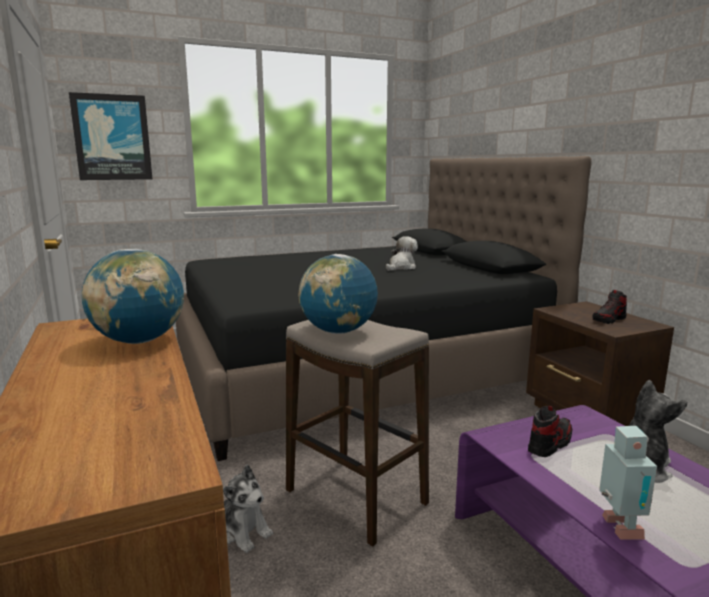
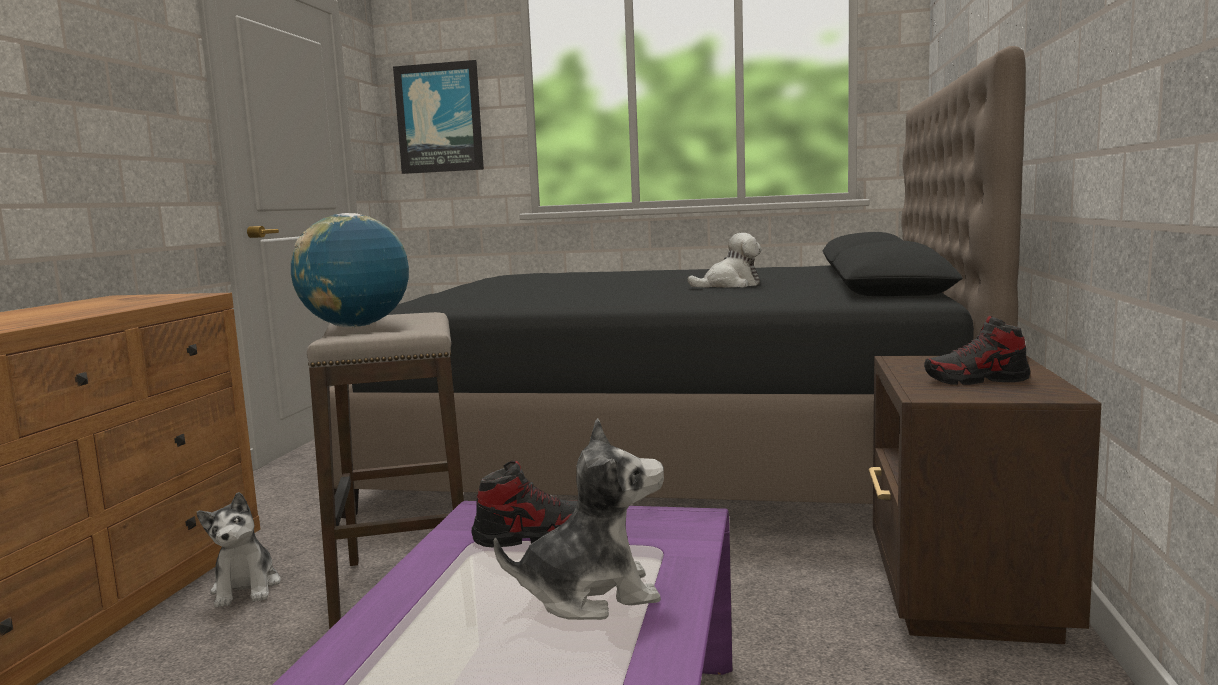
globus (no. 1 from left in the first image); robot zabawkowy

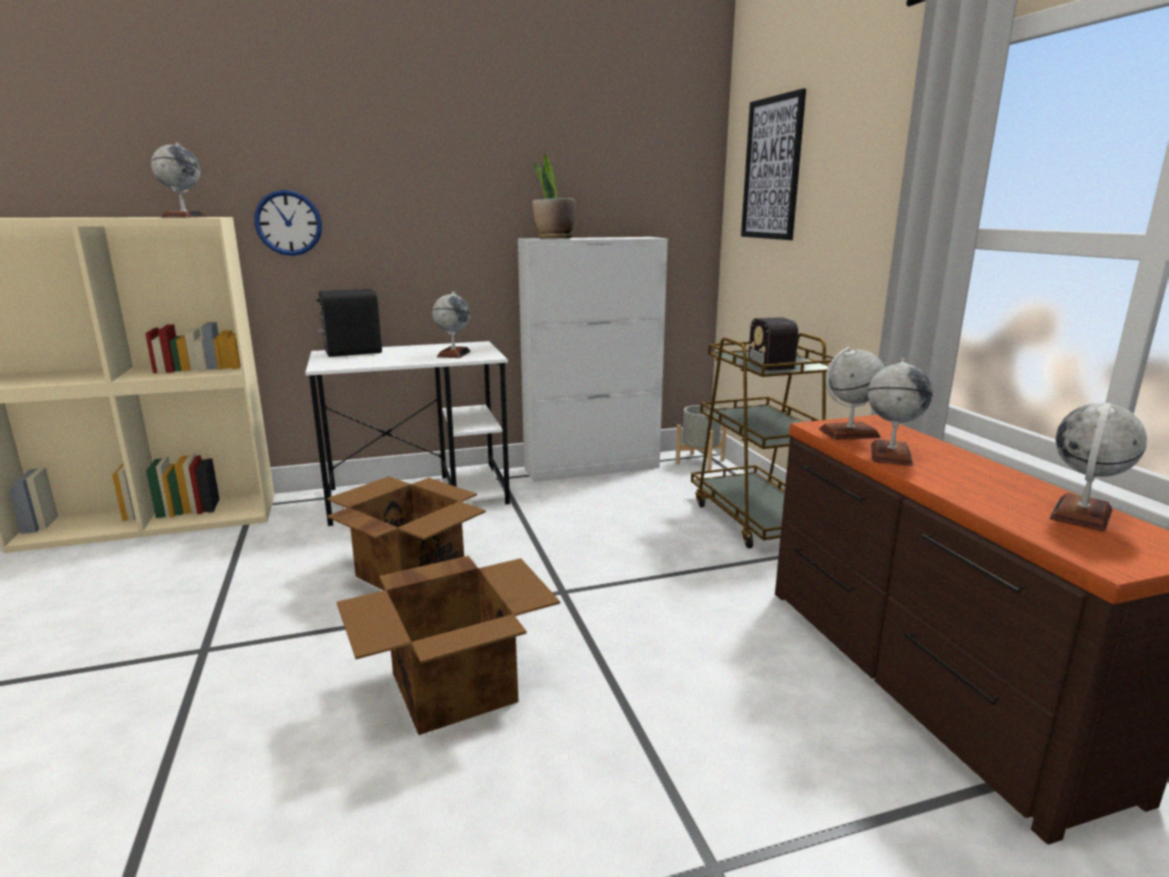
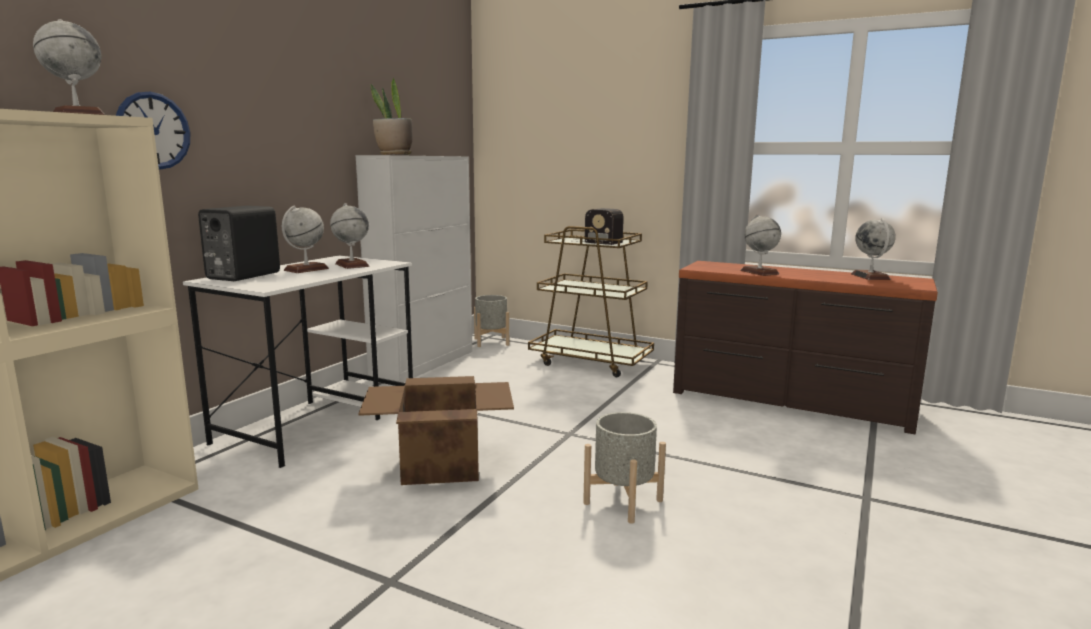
obraz; globus (no. 2 from left); donica/szary (no. 2 from left)

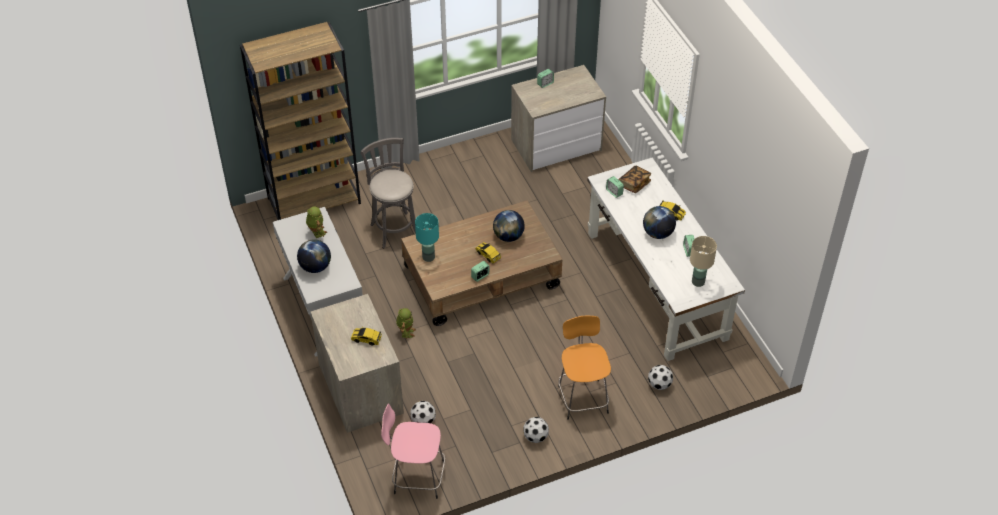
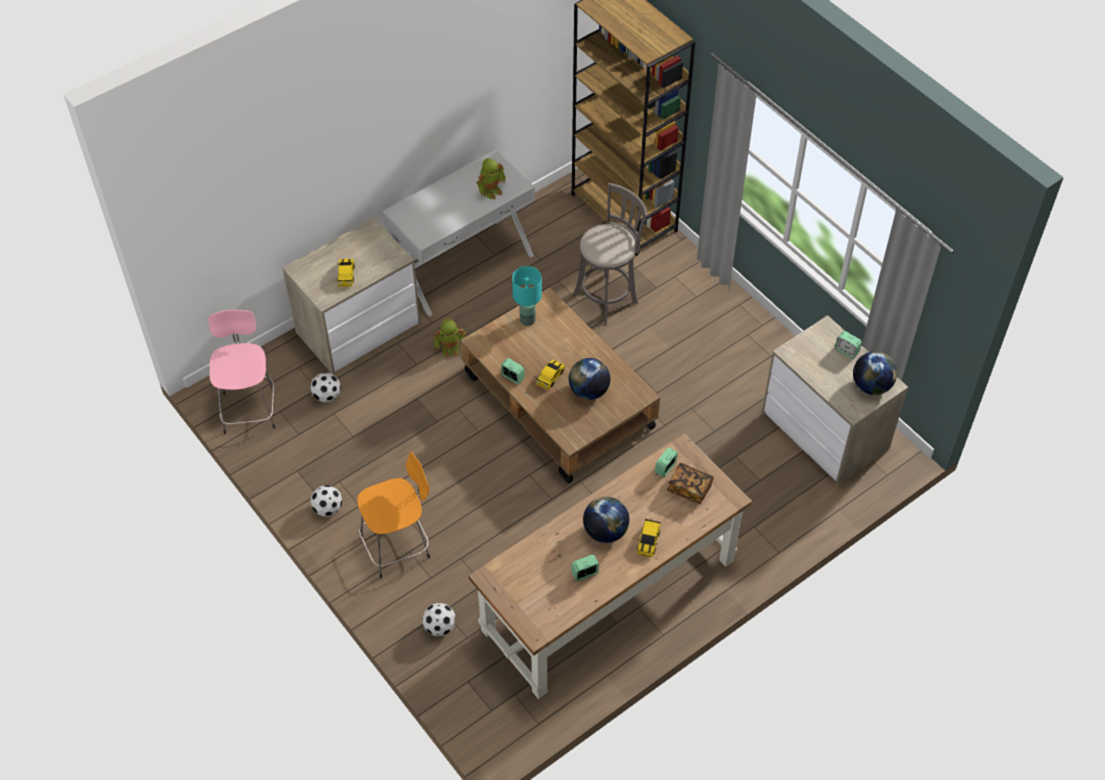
biurko/brązowy; lampa stołowa/beżowy; globus (no. 3 from left)

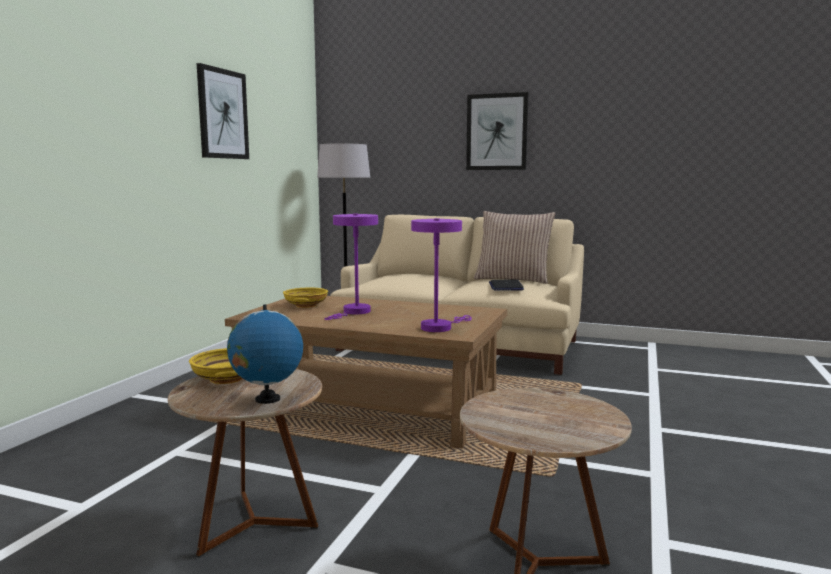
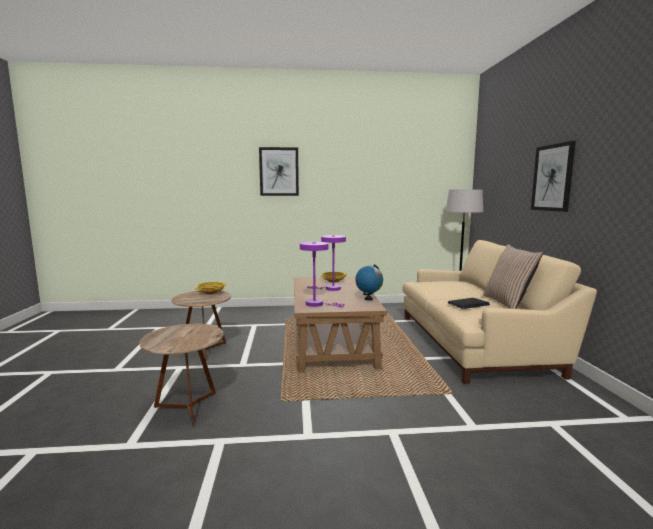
obraz (no. 1 from left); globus

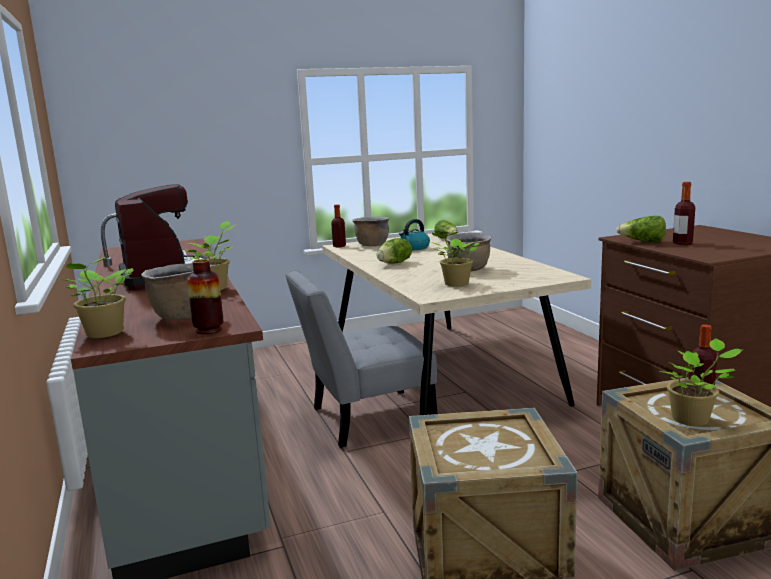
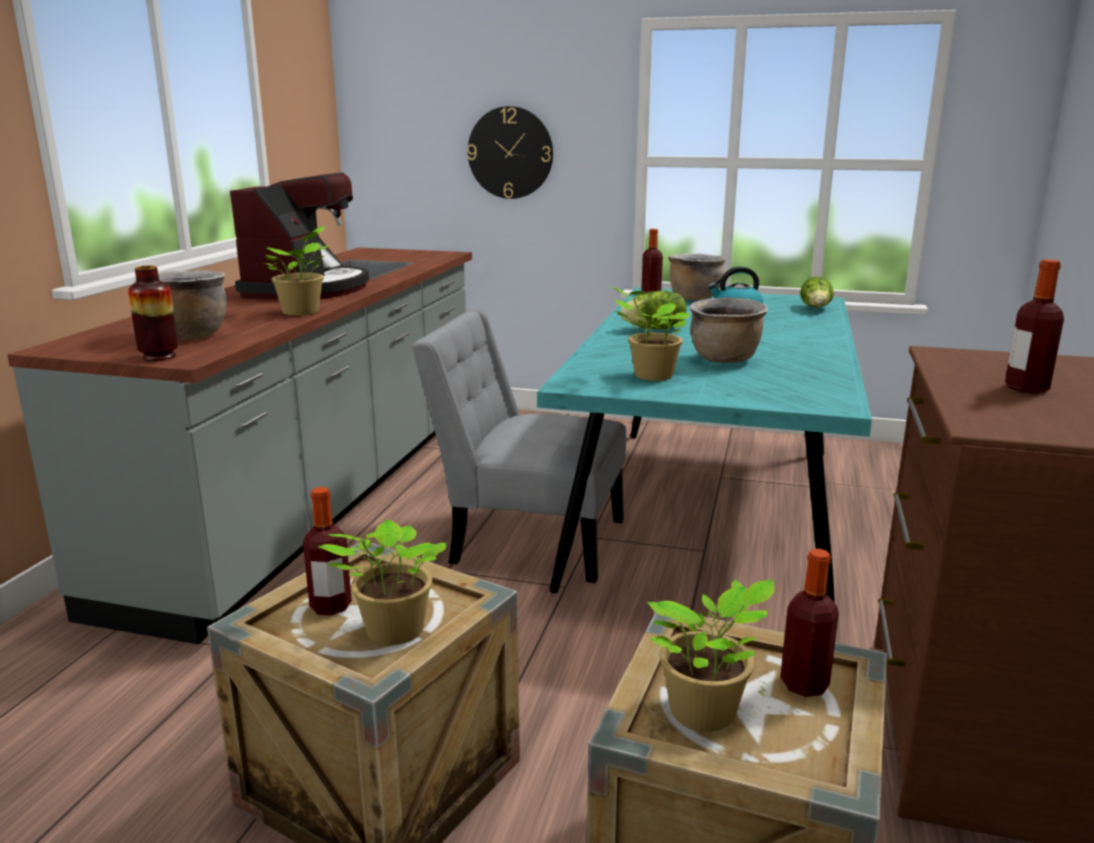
sałata (no. 3 from left in the first image); stół jadalny/turkusowy; roślina doniczkowa (no. 2 from left); zegar ścienny; butelka (no. 1 from left)

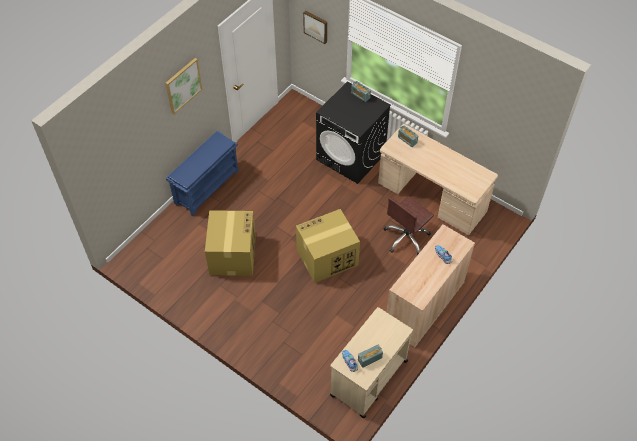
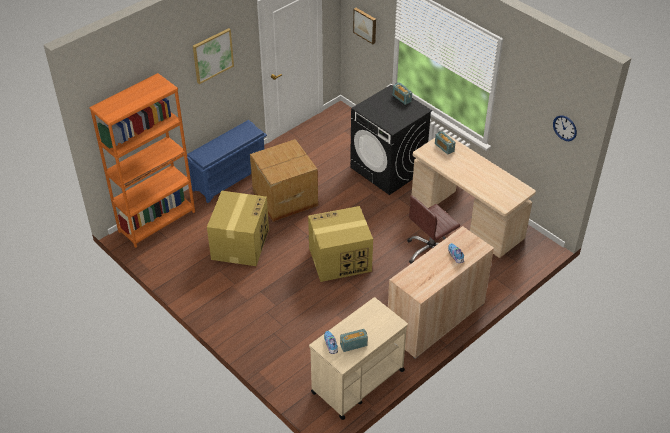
regał/pomarańczowy; zegar ścienny; karton (no. 2 from left)

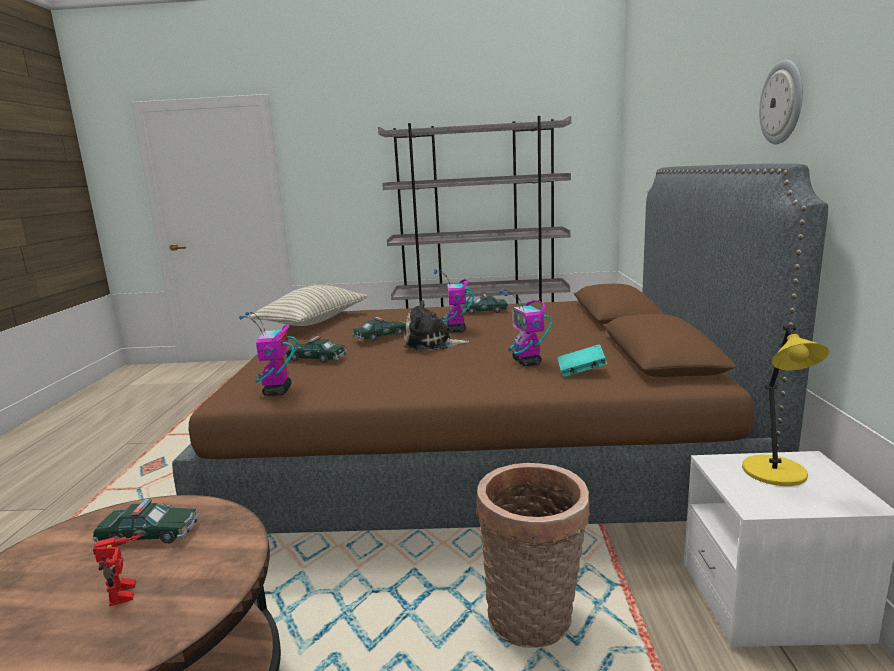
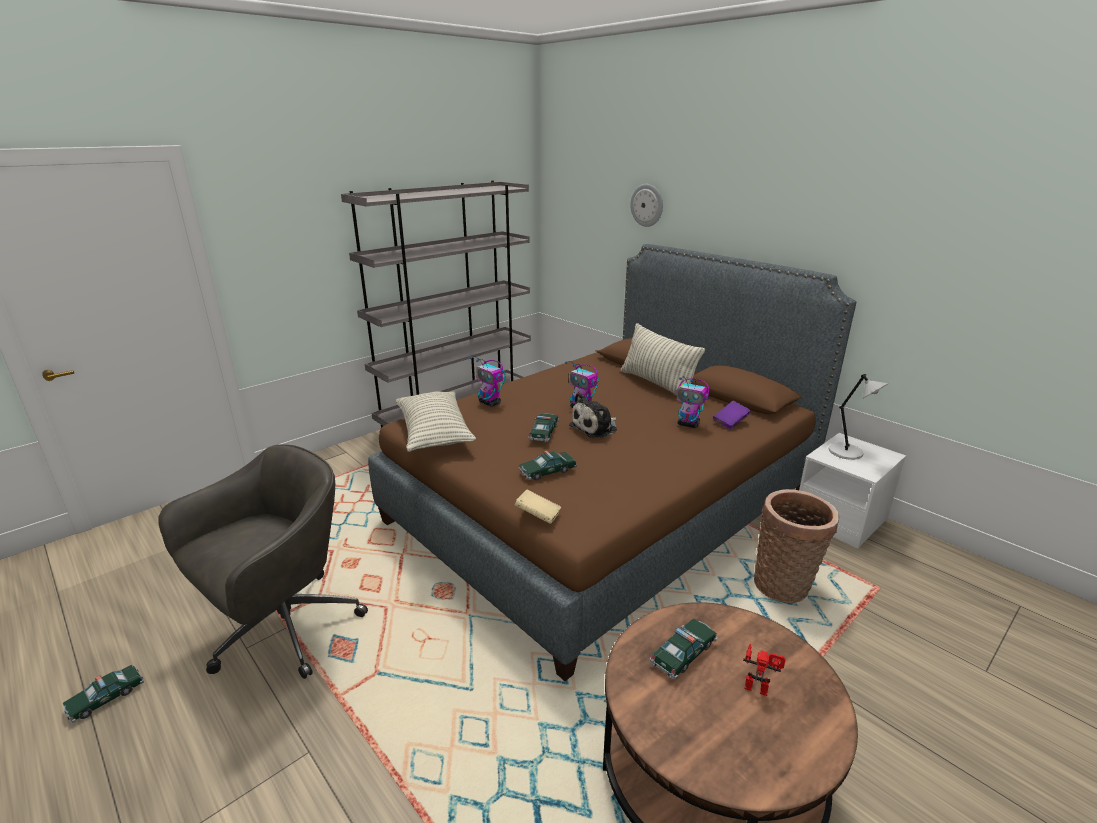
zegar ścienny; samochodzik (no. 1 from left); robot zabawkowy (no. 1 from left); lampa stołowa/szary; książka/fioletowy; poduszka (no. 2 from left); krzesło biurowe/szary; książka/beżowy

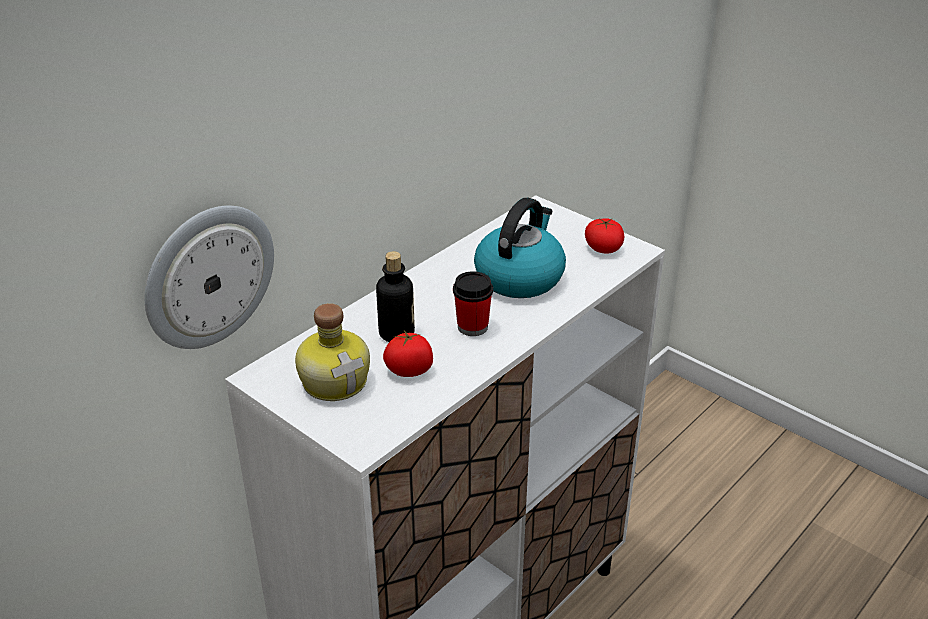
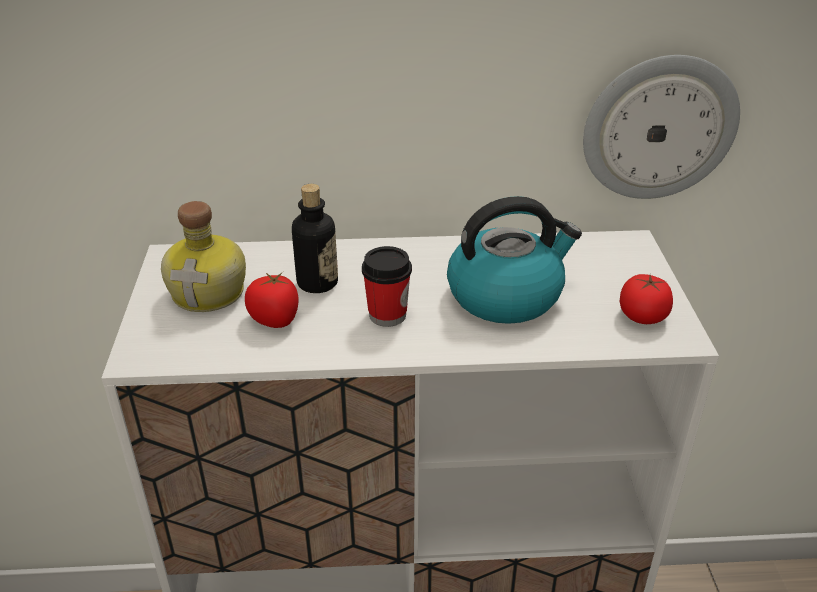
zegar ścienny

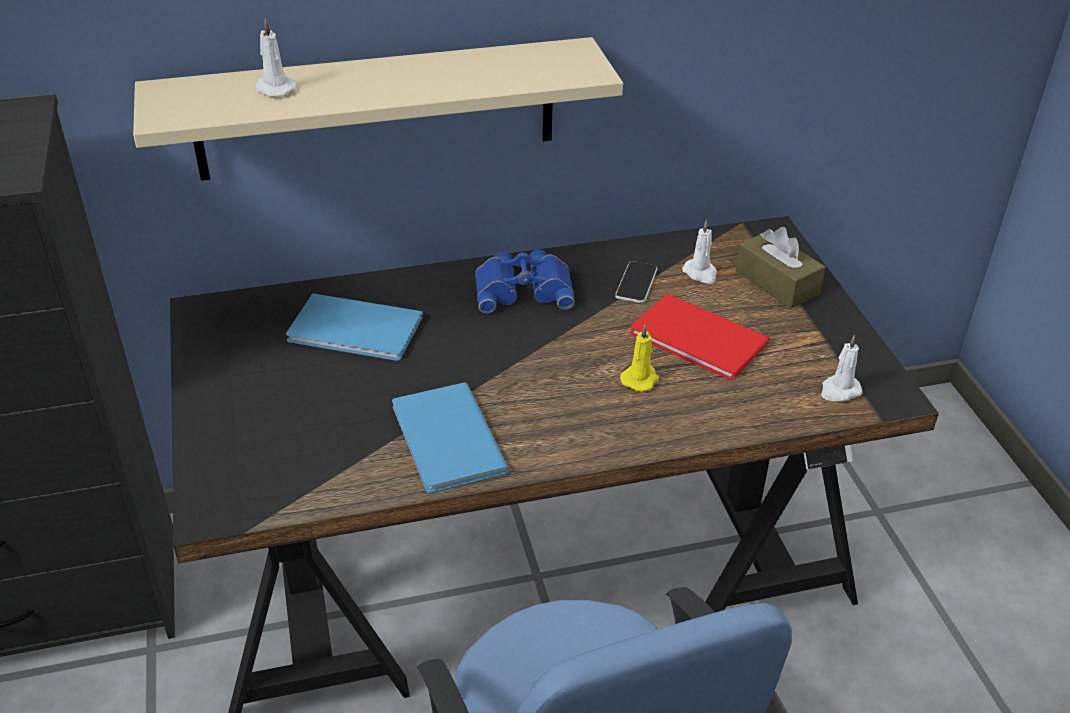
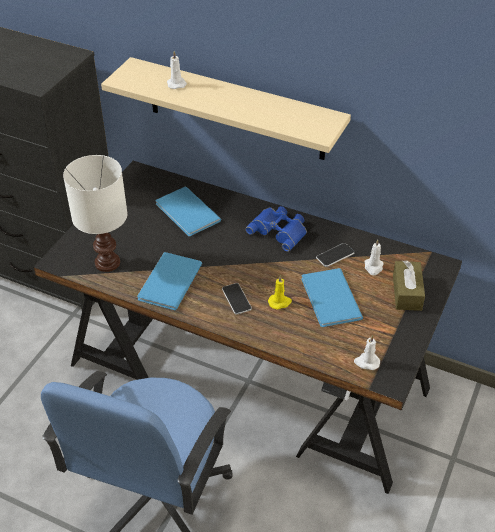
książka/niebieski (no. 3 from left); lampa stołowa/biały; telefon (no. 1 from left)

